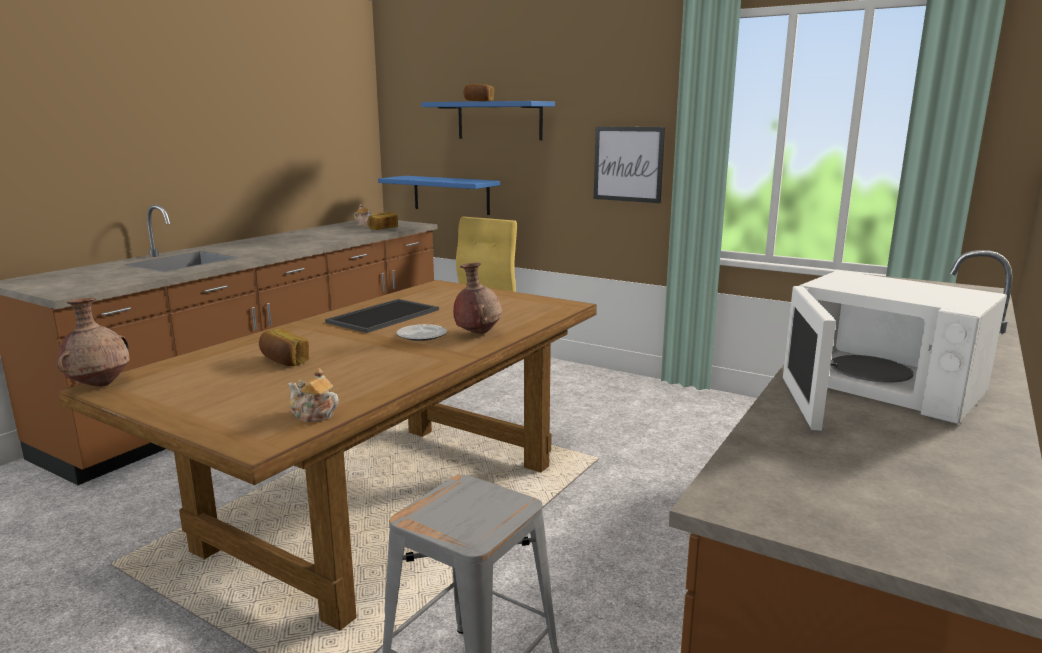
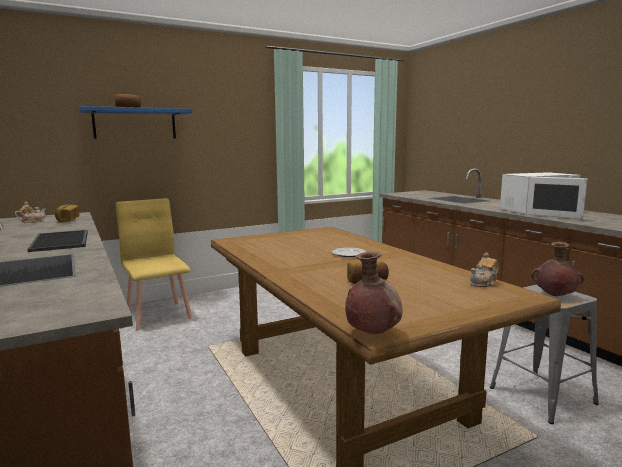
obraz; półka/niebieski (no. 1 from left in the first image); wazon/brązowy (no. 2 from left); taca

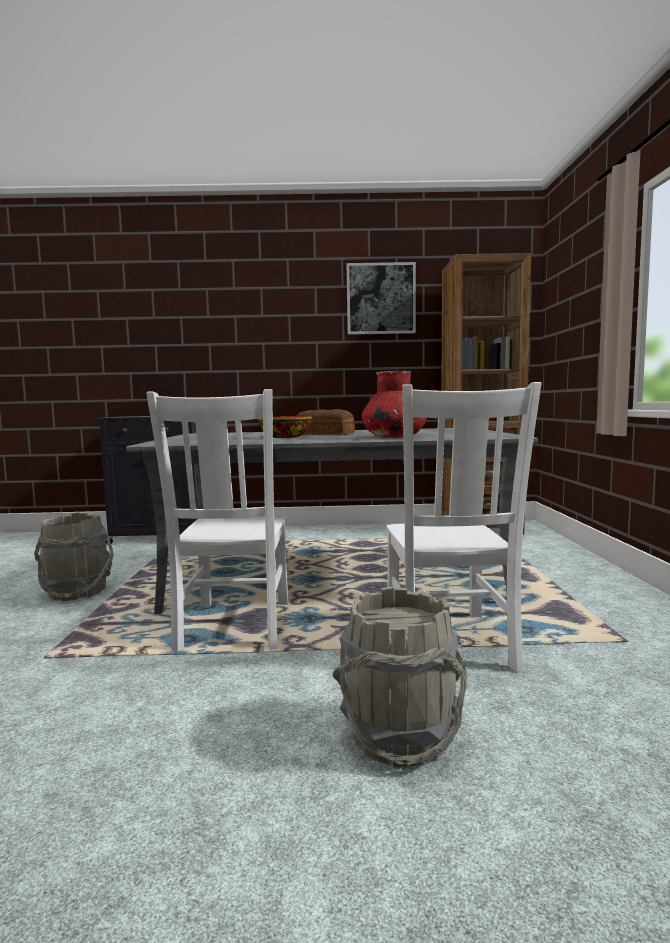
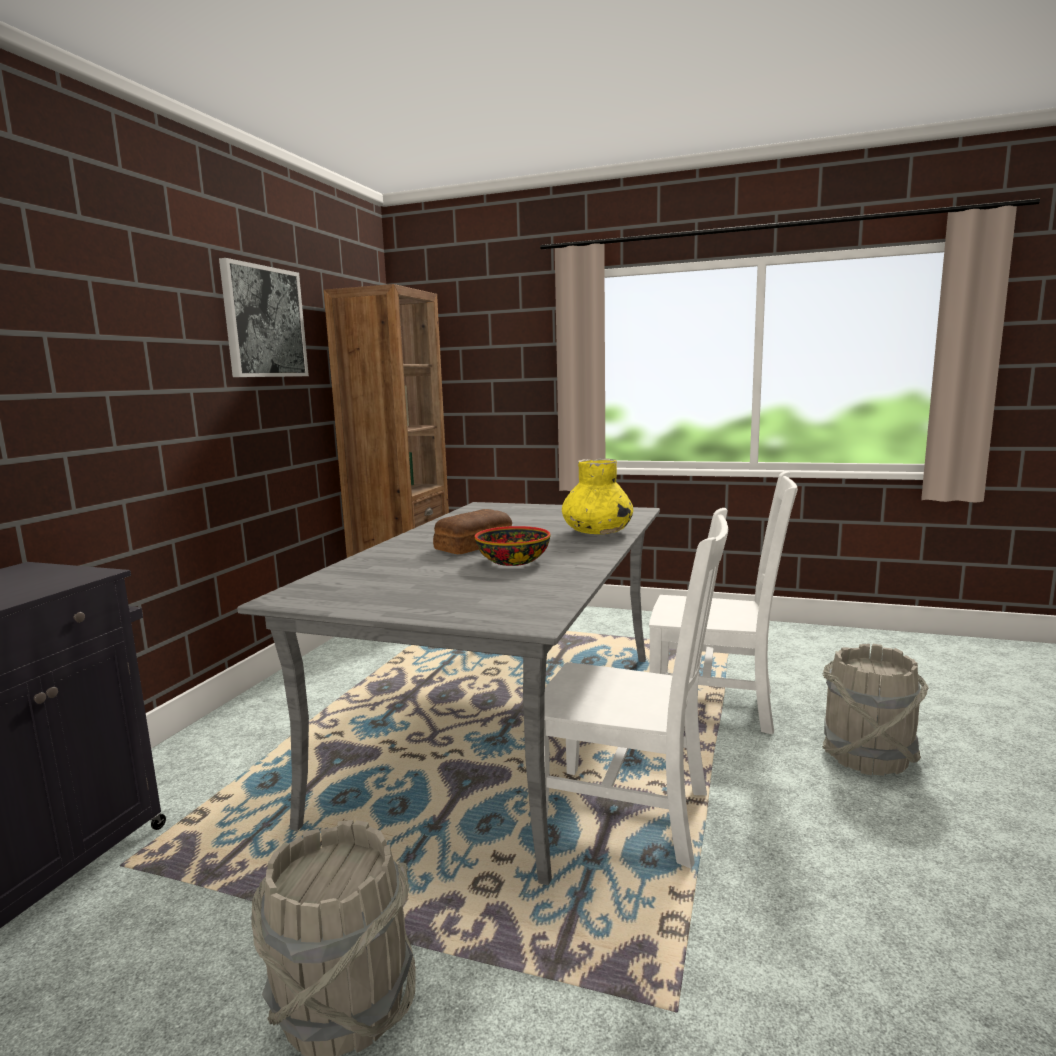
wazon/żółty

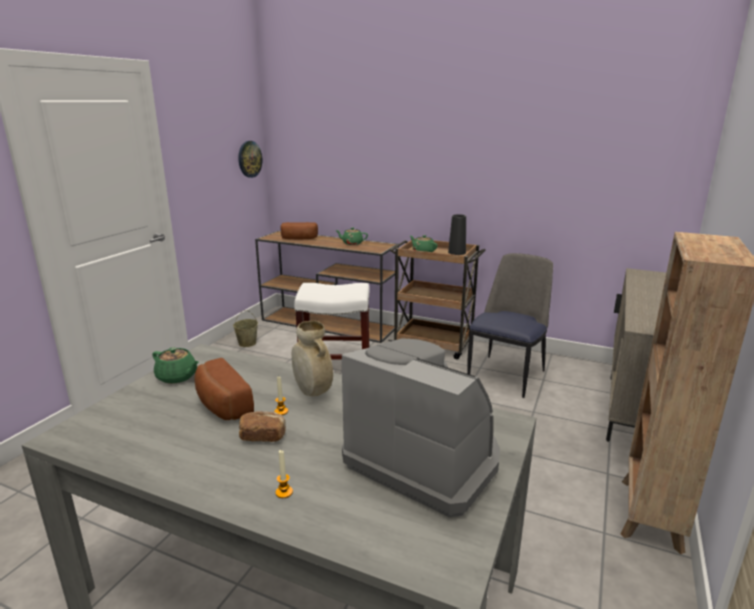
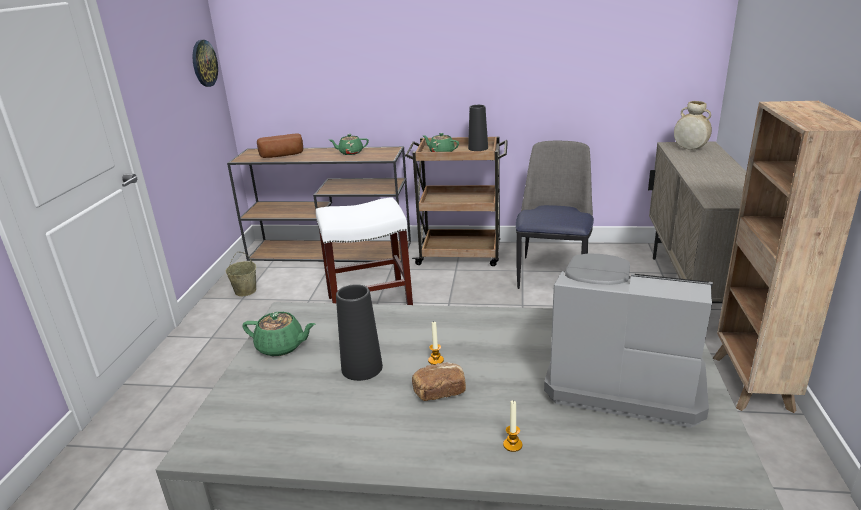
wazon/beżowy; wazon/czarny (no. 1 from left)

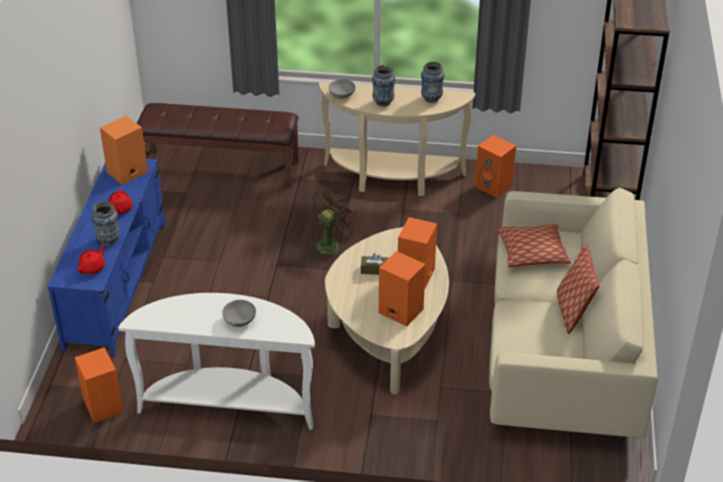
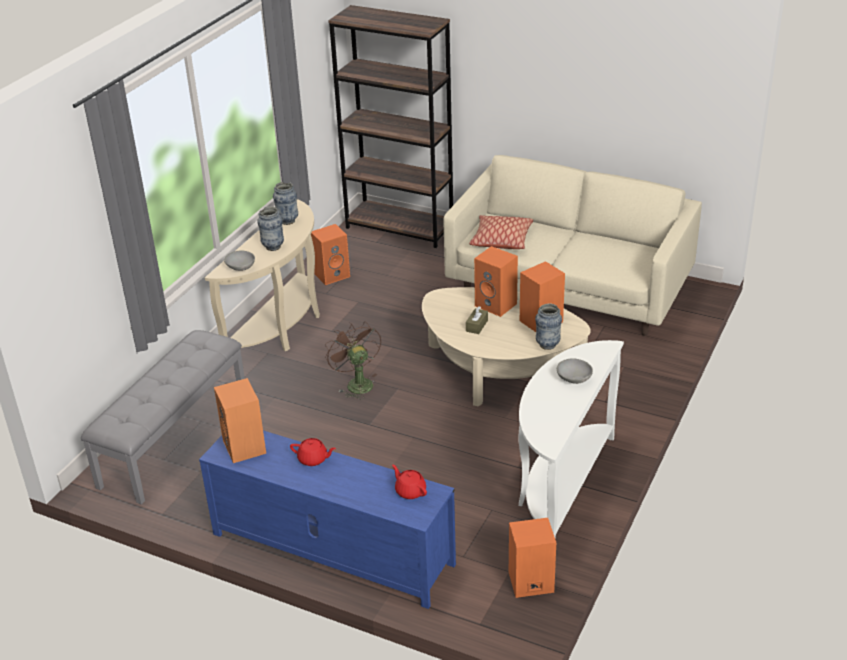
ławka/szary; wazon (no. 3 from left); poduszka (no. 2 from left in the first image)

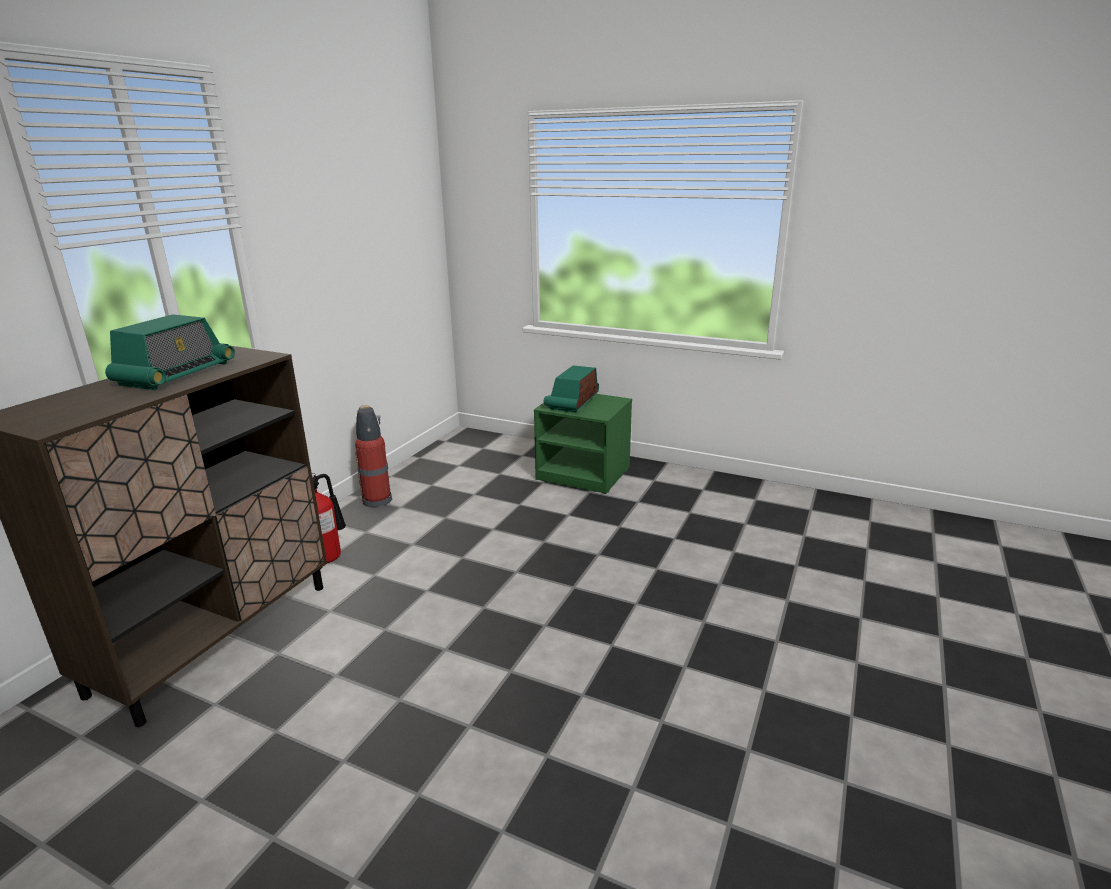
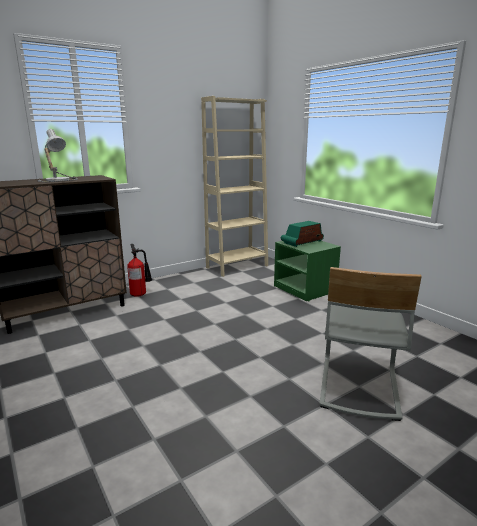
lampa stołowa; gaśnica (no. 2 from left in the first image); regał/beżowy; krzesło/szary

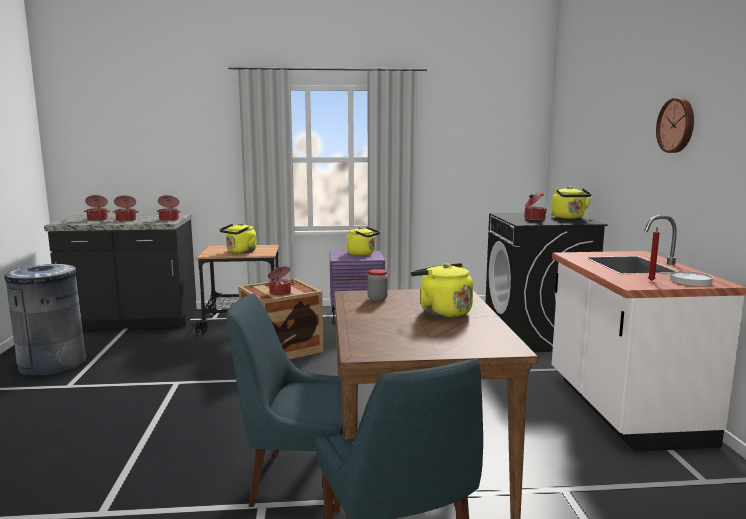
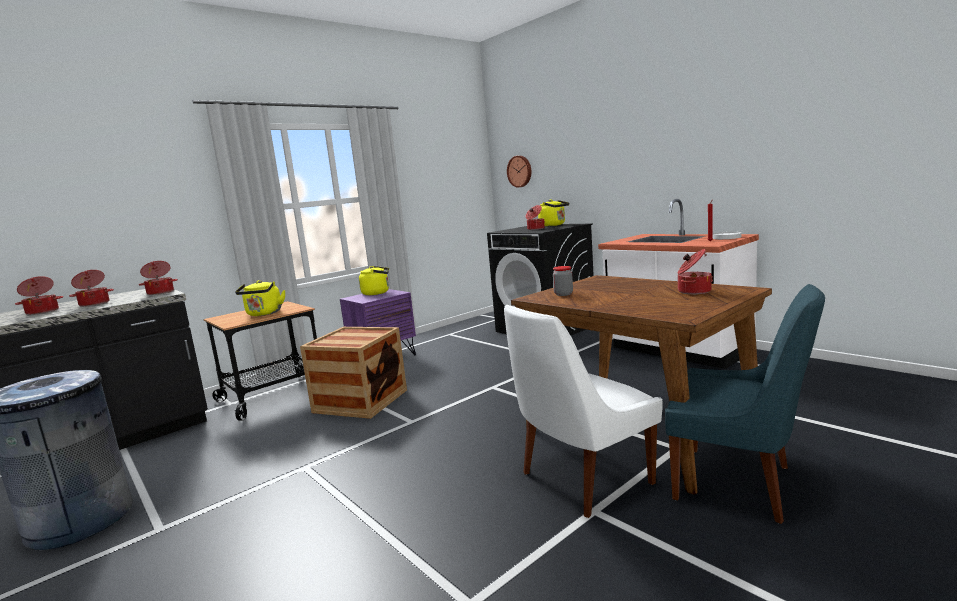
zegar ścienny; czajnik/żółty (no. 3 from left in the first image); garnek (no. 5 from left); krzesło/biały

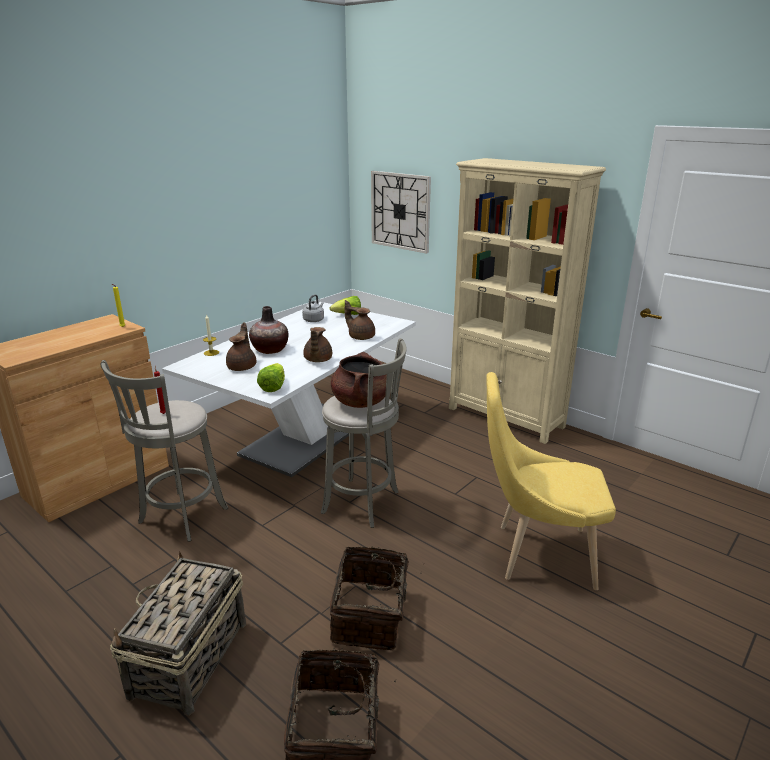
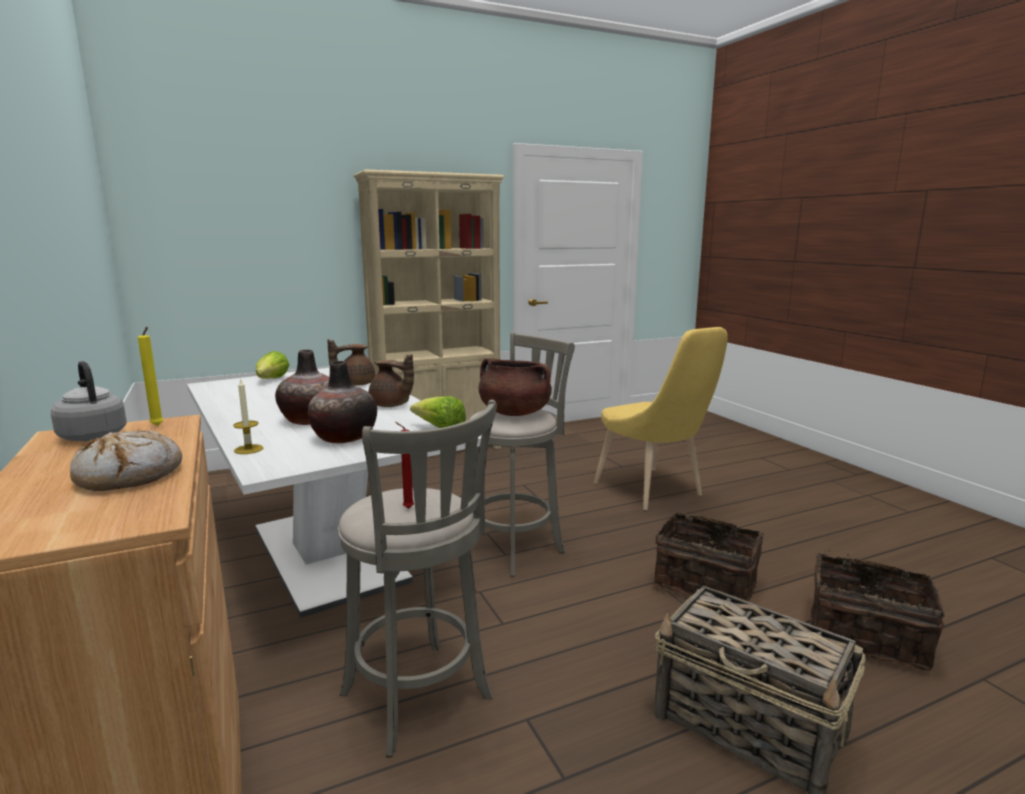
zegar ścienny; czajnik/szary; wazon (no. 2 from left); krzesło/żółty; chleb

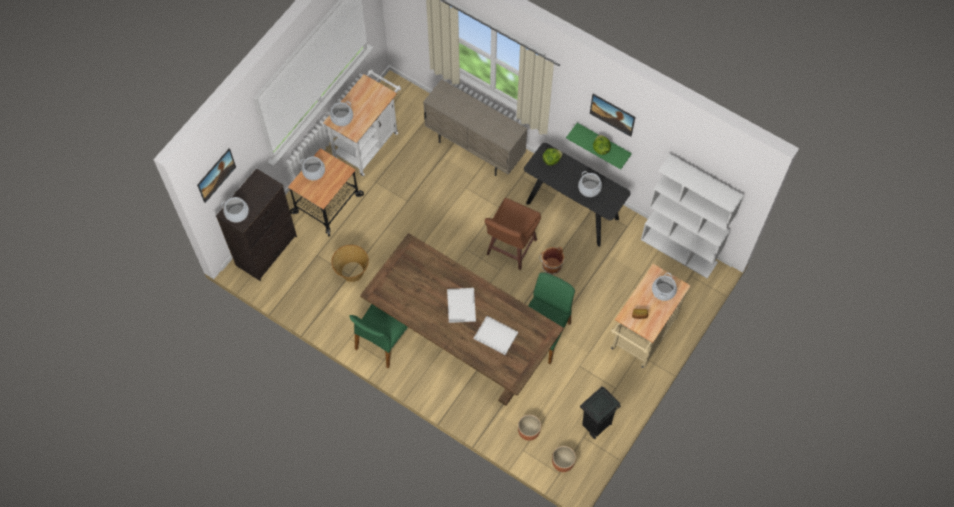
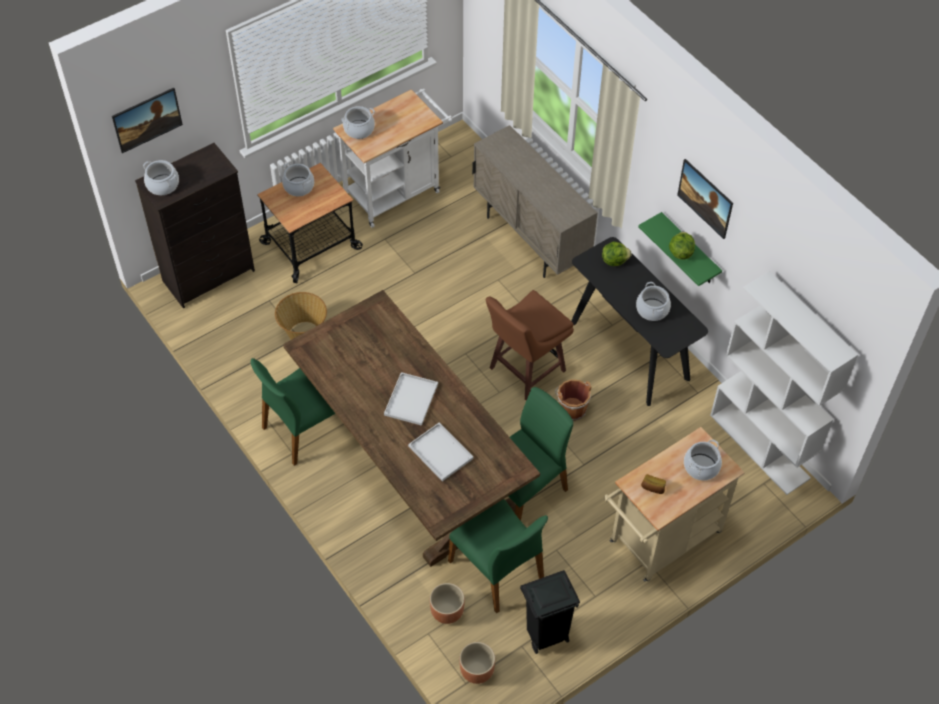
krzesło/zielony (no. 2 from left)

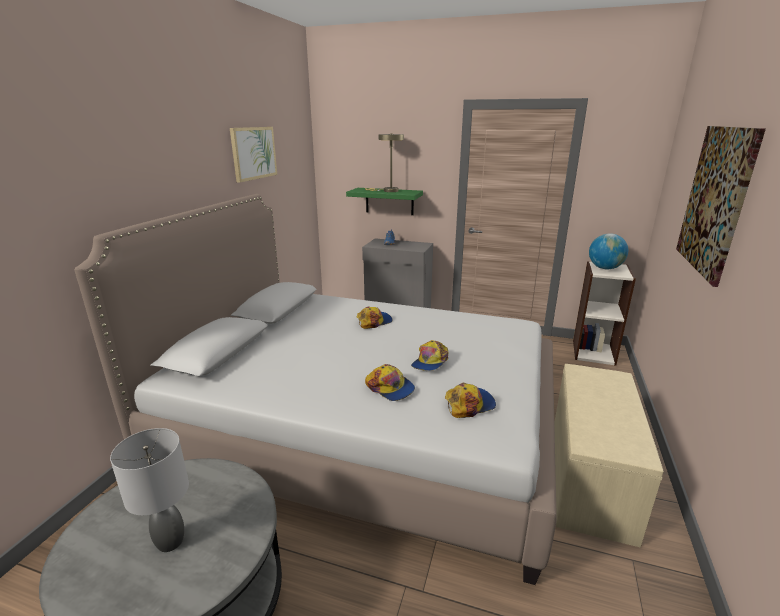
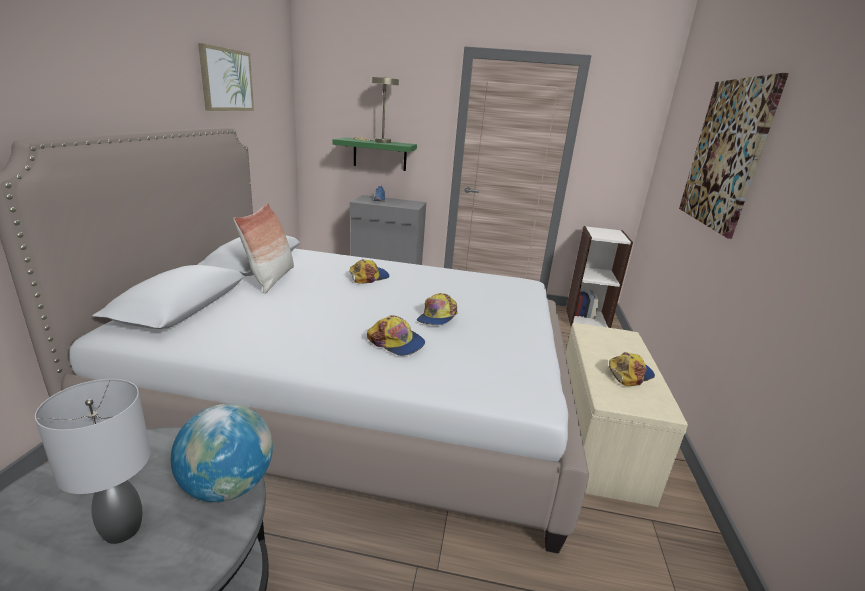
globus; czapka z daszkiem (no. 4 from left); poduszka

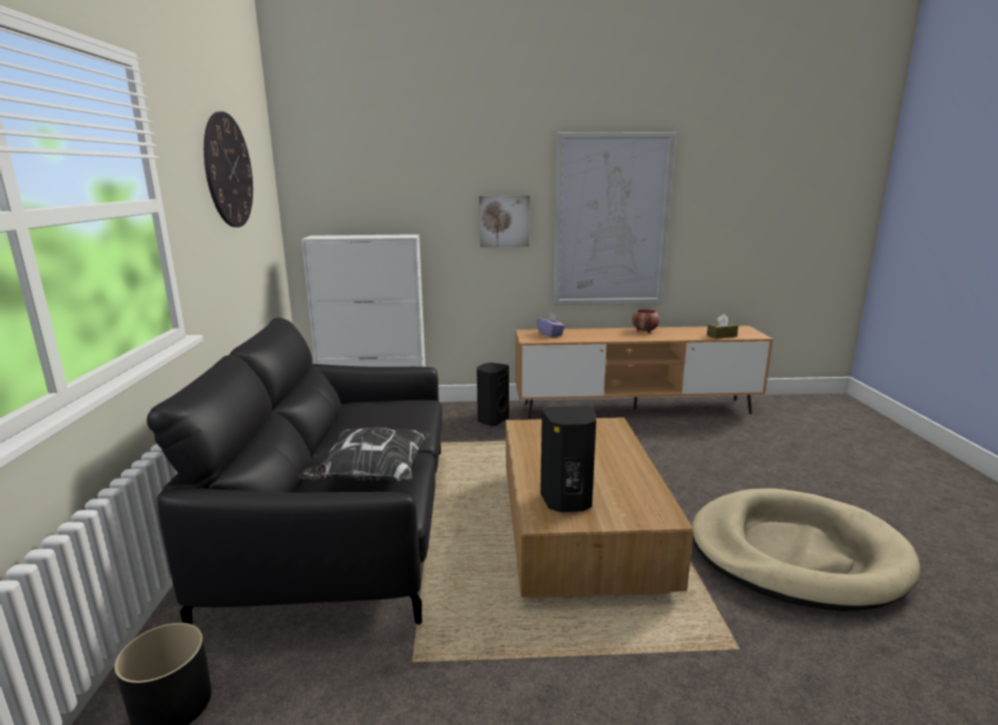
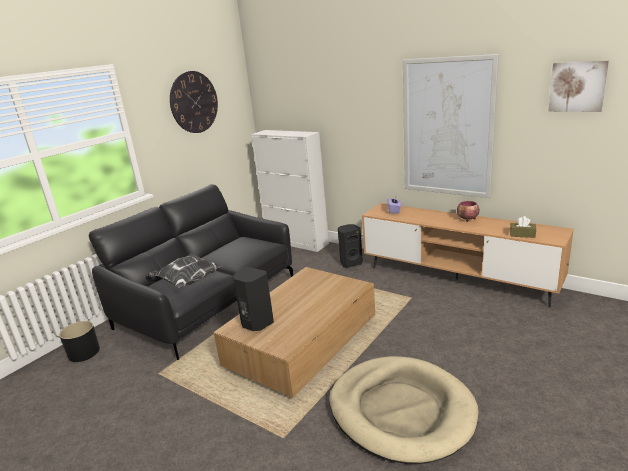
obraz (no. 2 from left)

